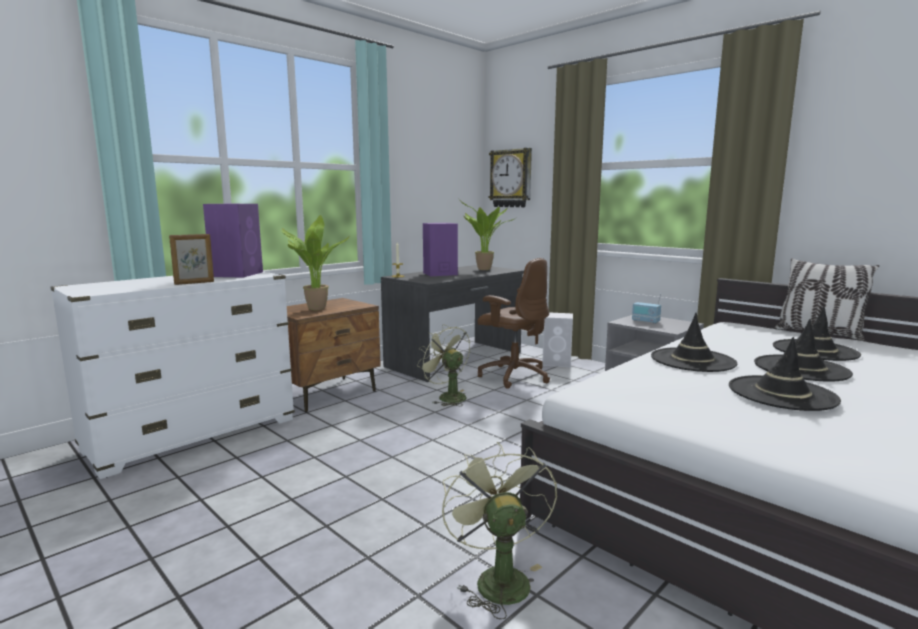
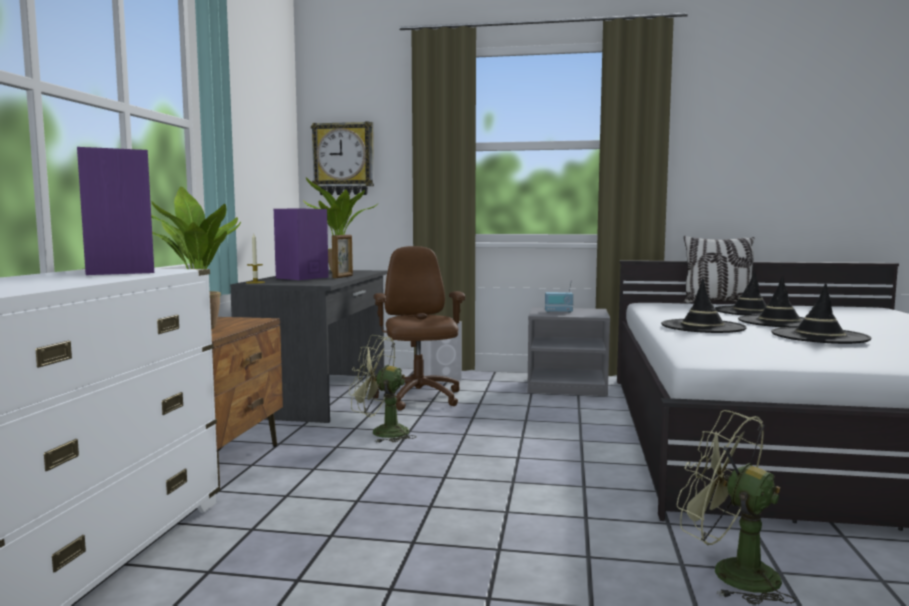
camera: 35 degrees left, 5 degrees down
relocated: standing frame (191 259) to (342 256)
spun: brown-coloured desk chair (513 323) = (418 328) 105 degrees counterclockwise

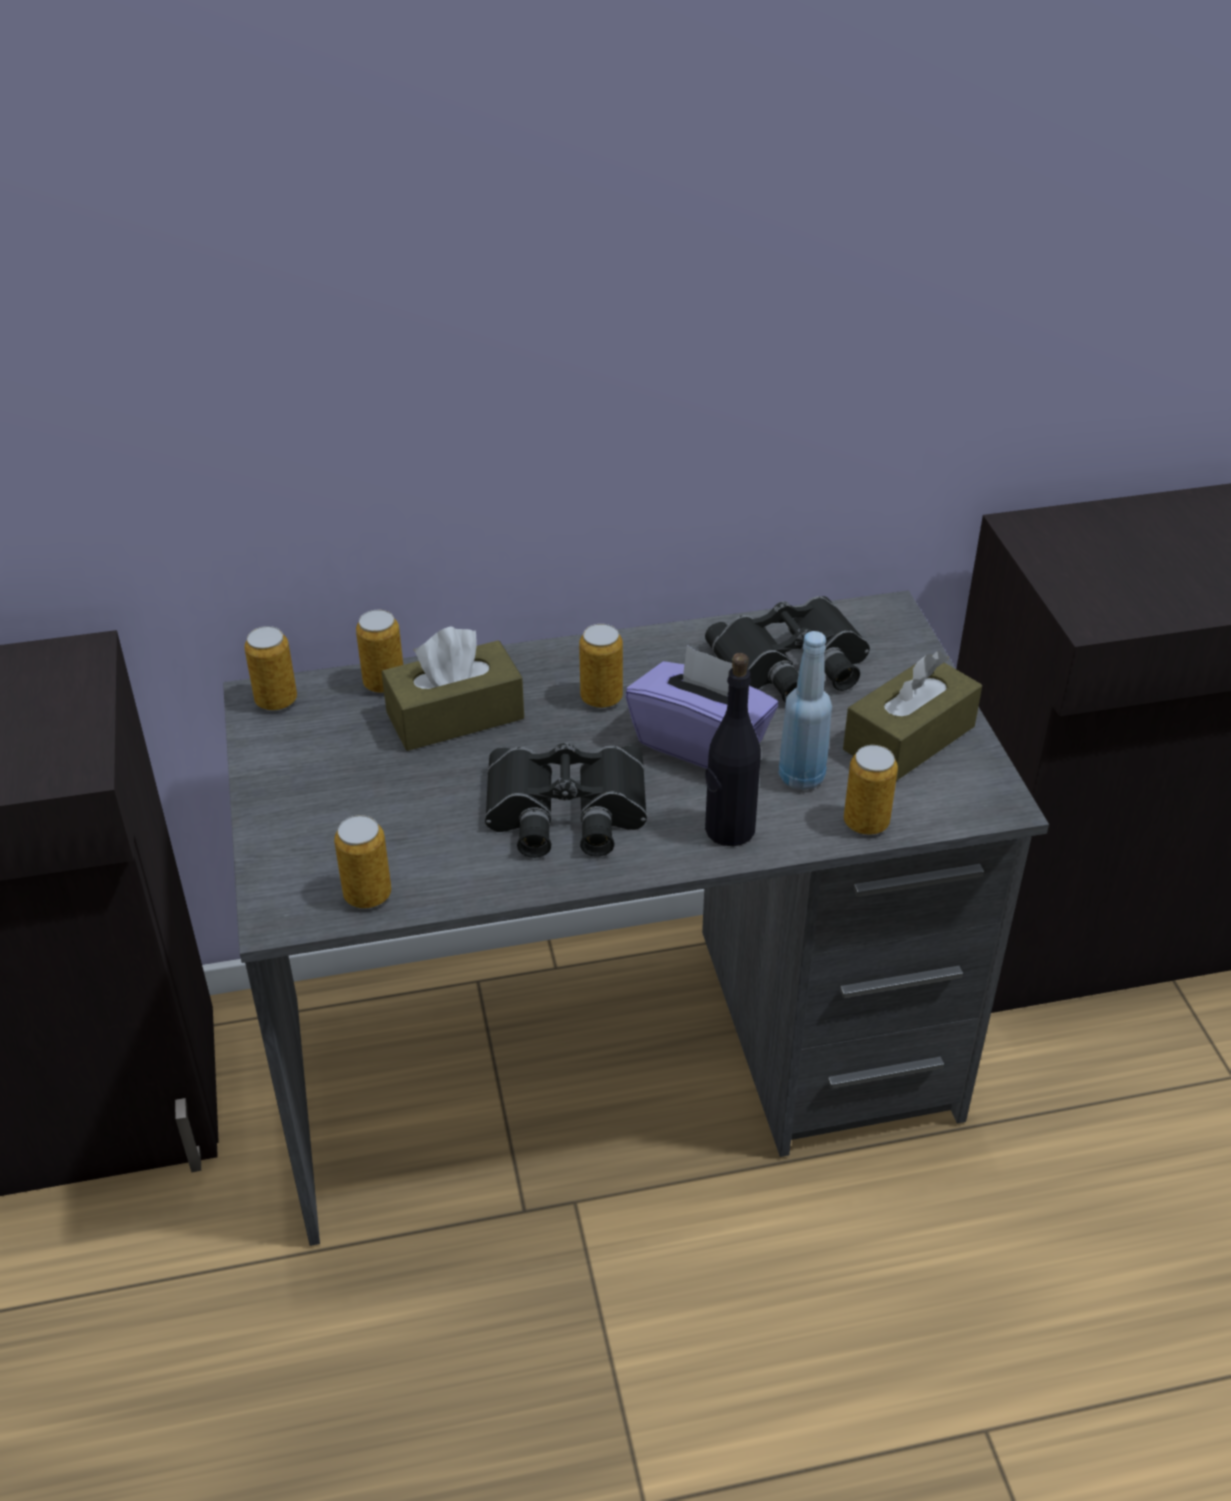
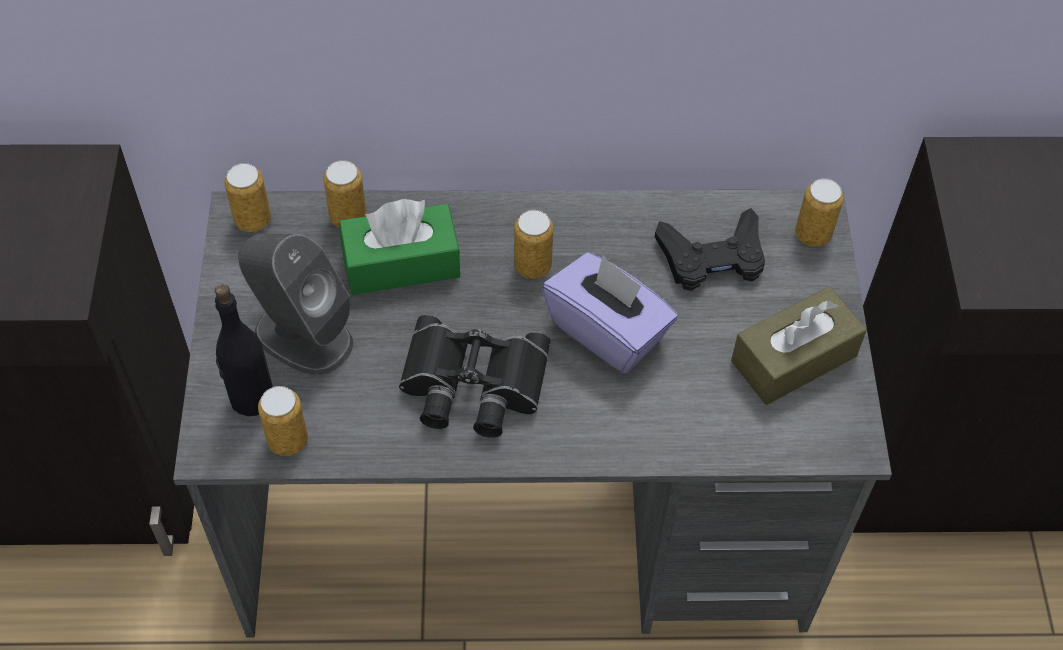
camera: 10 degrees right, 15 degrees up
missing: blue-coloured drink bottle (805 710)
appeared: grey audio speaker (296 304)
relocated: black-coloured drink bottle (733 749) to (244 350); sealed can (871 790) to (819 212)
exchanged: black-coloured field glasses (787 649) to black-coloured joypad (710 249)
colour: brown-coloured tissue holder (453 688) to greenish tissue holder (399 247)

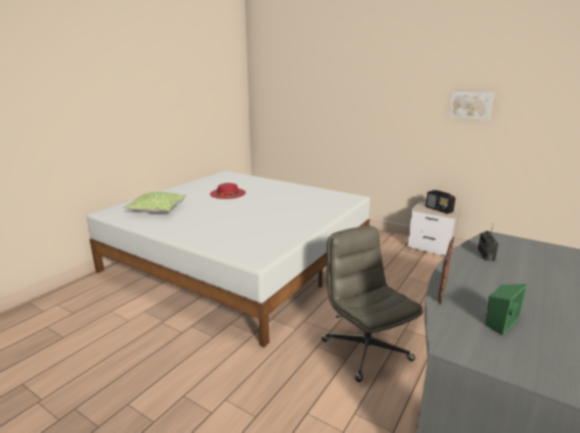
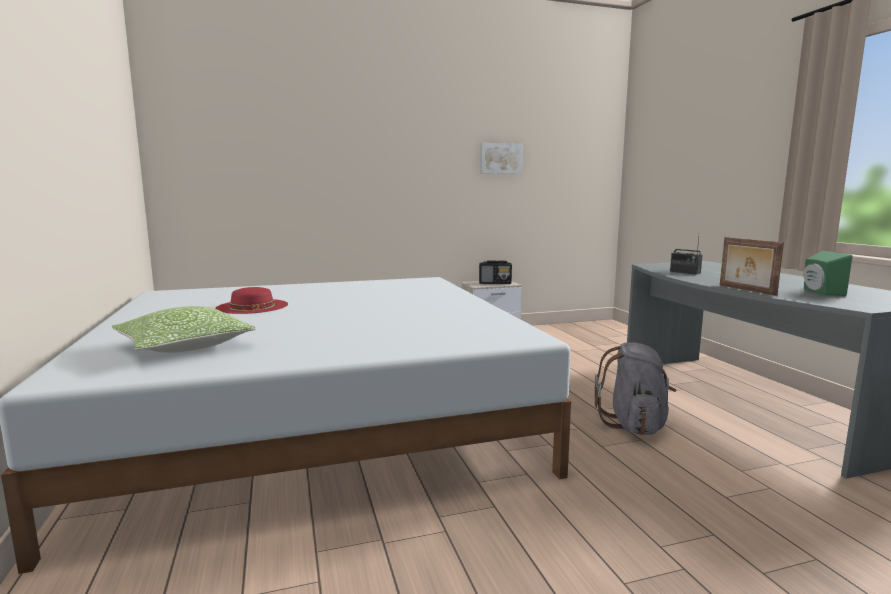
camera: 50 degrees left, 10 degrees down
exchanged: grey desk chair (372 304) to grey knapsack (636 388)

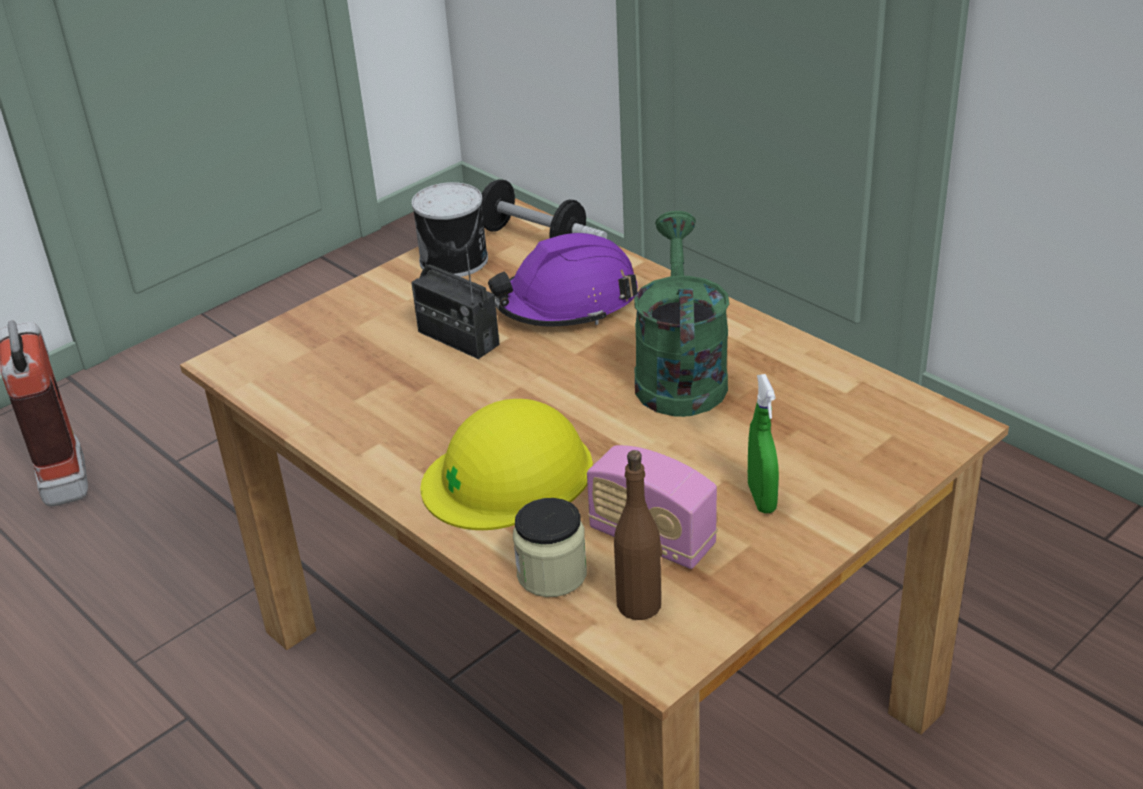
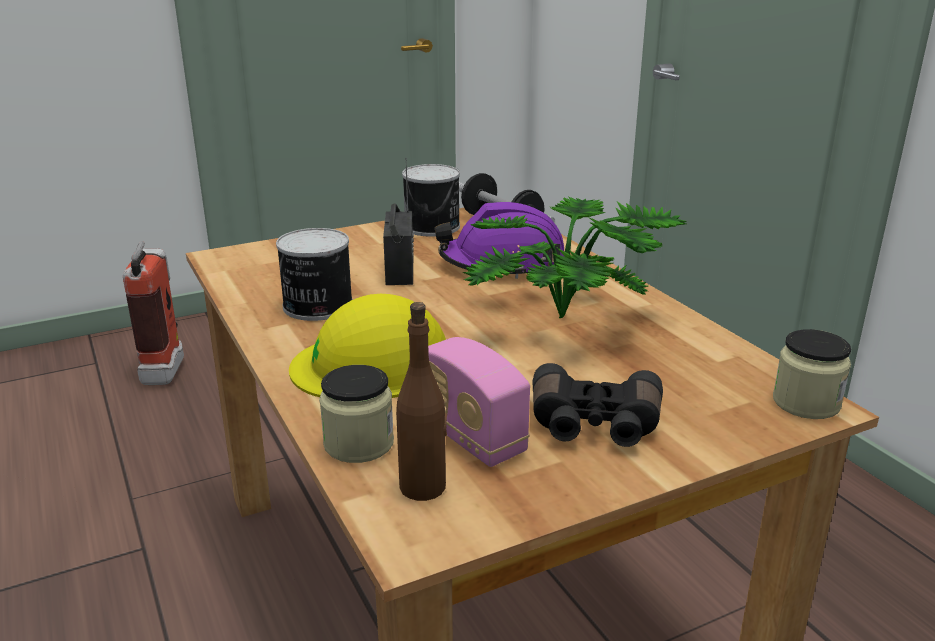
camera: 15 degrees right, 10 degrees down
appeared: sealed can (314 274); preserve jar (812 374)
exchanged: greenish sprinkling can (681 314) to potted plant (574 257); greenish hand sprayer (763 443) to black-coloured field glasses (597 405)
spun: radio set (455 301) = (398 221) 150 degrees counterclockwise

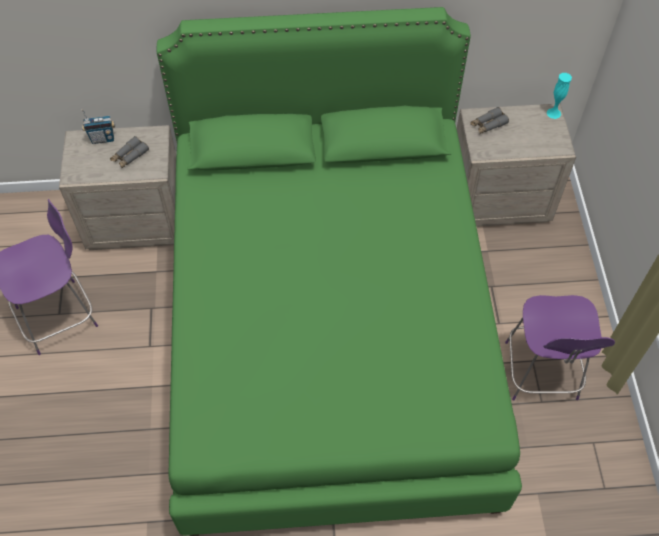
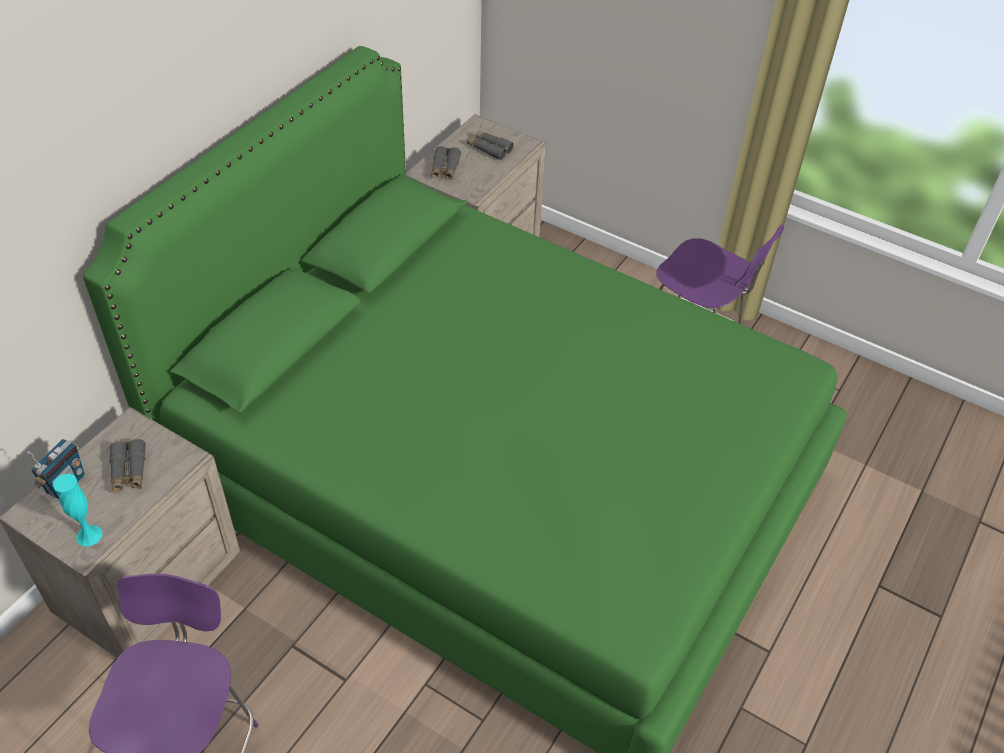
camera: 55 degrees left, 10 degrees down
appeared: grey field glasses (490 145)
relocated: turquoise-coloured flower vase (559 96) to (78 509)

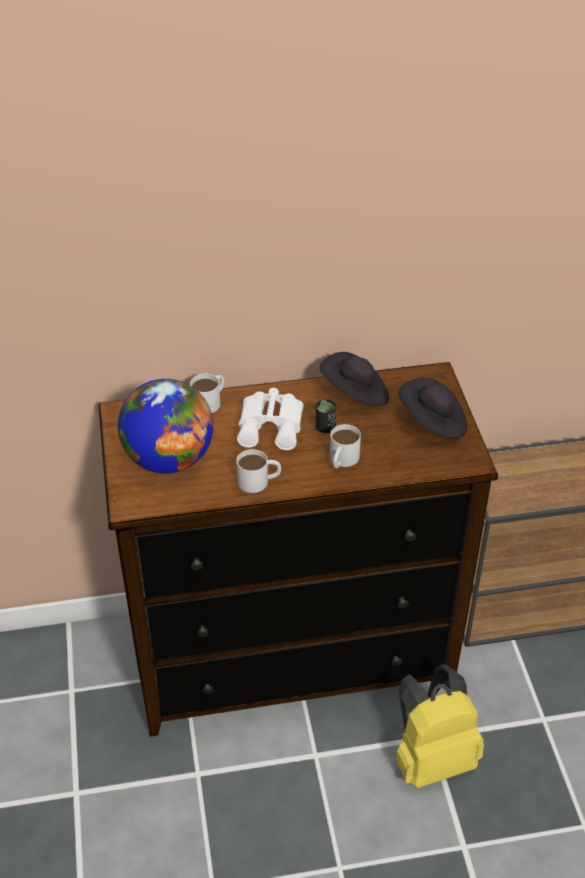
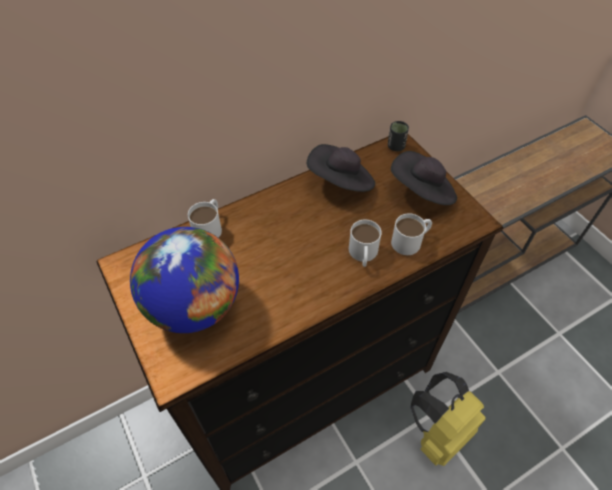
camera: 20 degrees left, 10 degrees up
missing: white-coloured field glasses (270 419)
relocated: black-coloured small cup (325 416) to (398 136); white-coloured coffee mug (258 471) to (411 234)

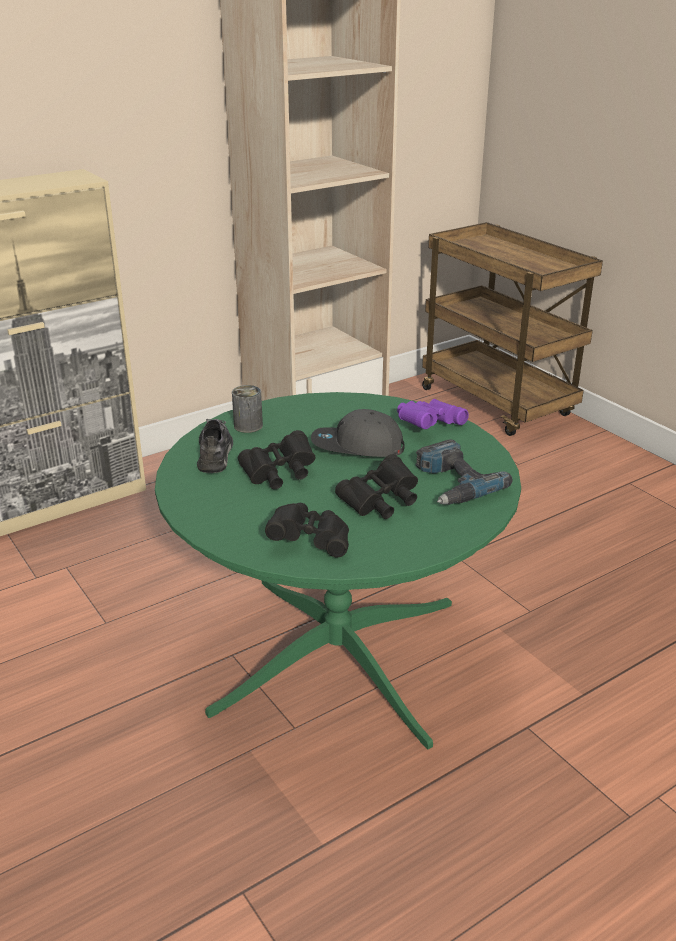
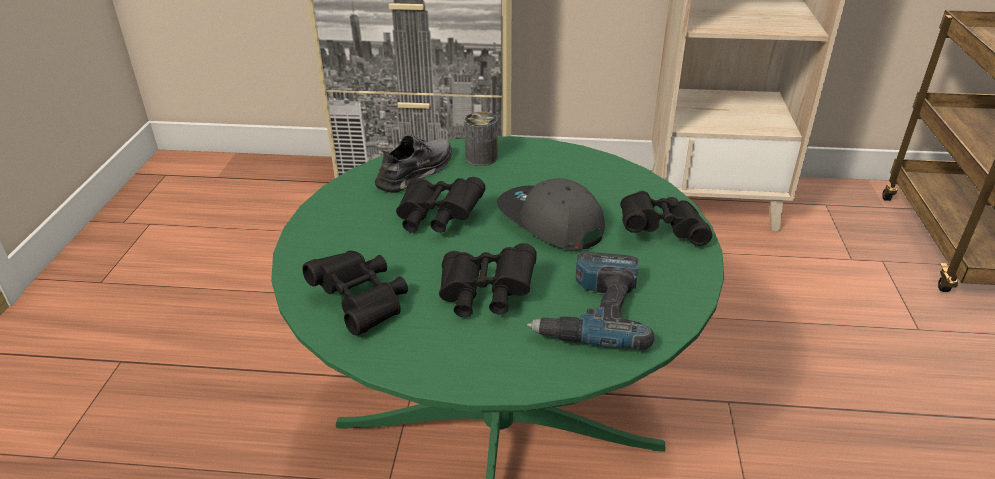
camera: 40 degrees right, 5 degrees up
colour: purple-coloured field glasses (433 414) to black-coloured field glasses (666 218)

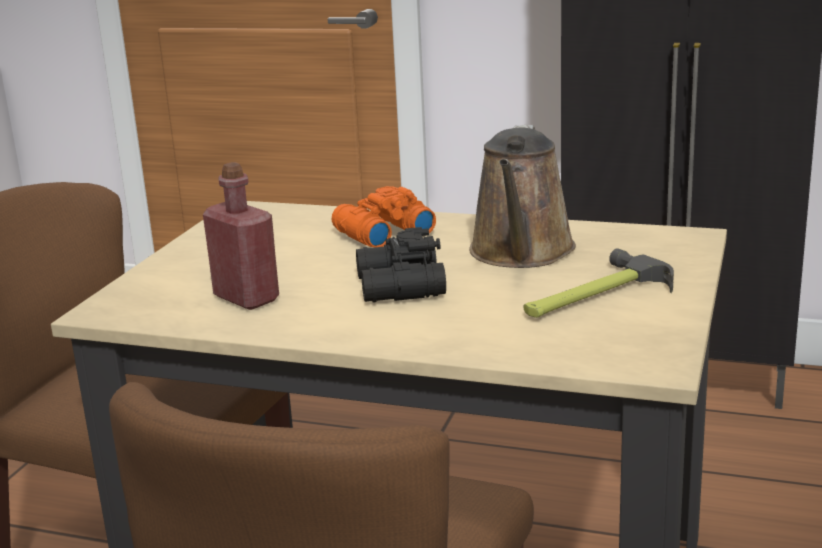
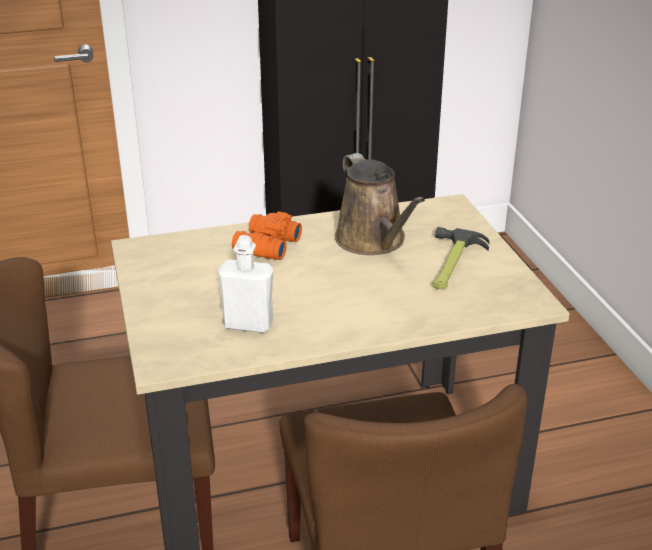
camera: 35 degrees left, 10 degrees up
missing: black-coloured field glasses (401 265)
colour: red-coloured drink bottle (241 236) to white-coloured drink bottle (245 284)

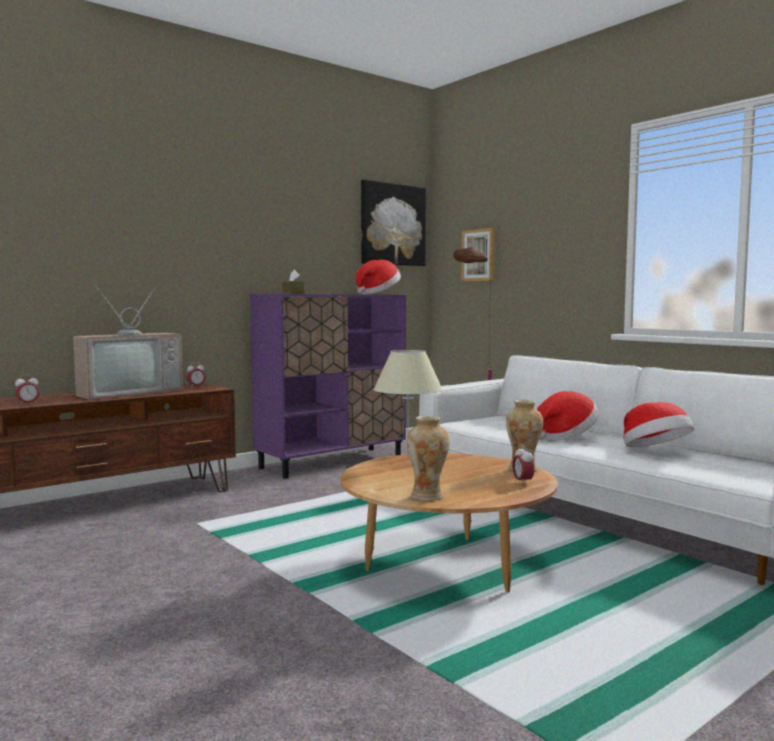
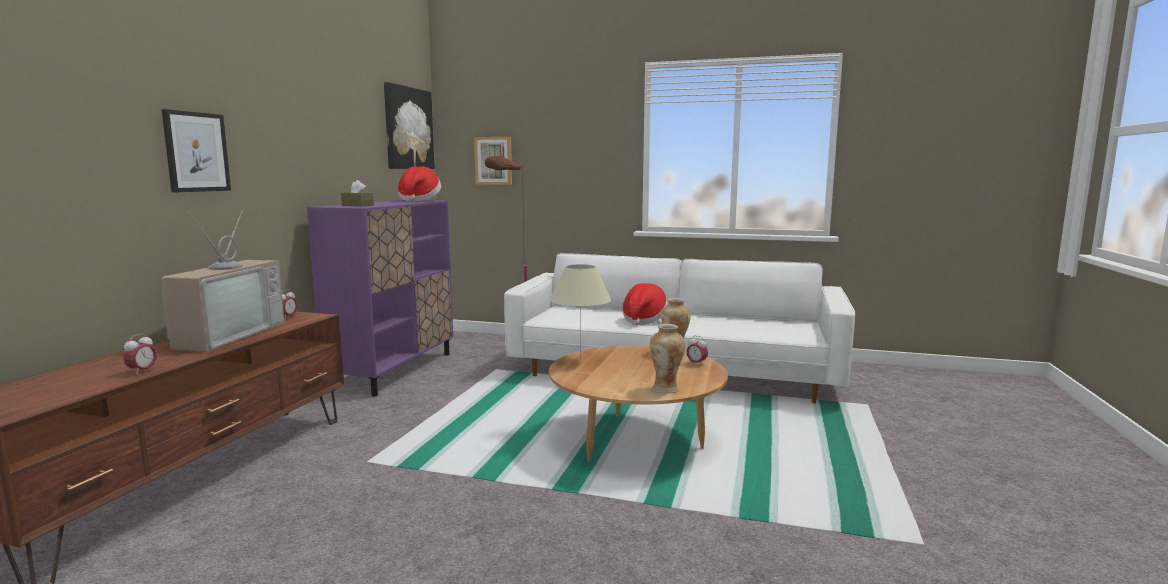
camera: 35 degrees left, 5 degrees up
missing: wearable hat (659 424)
appeared: wall art (196 151)

